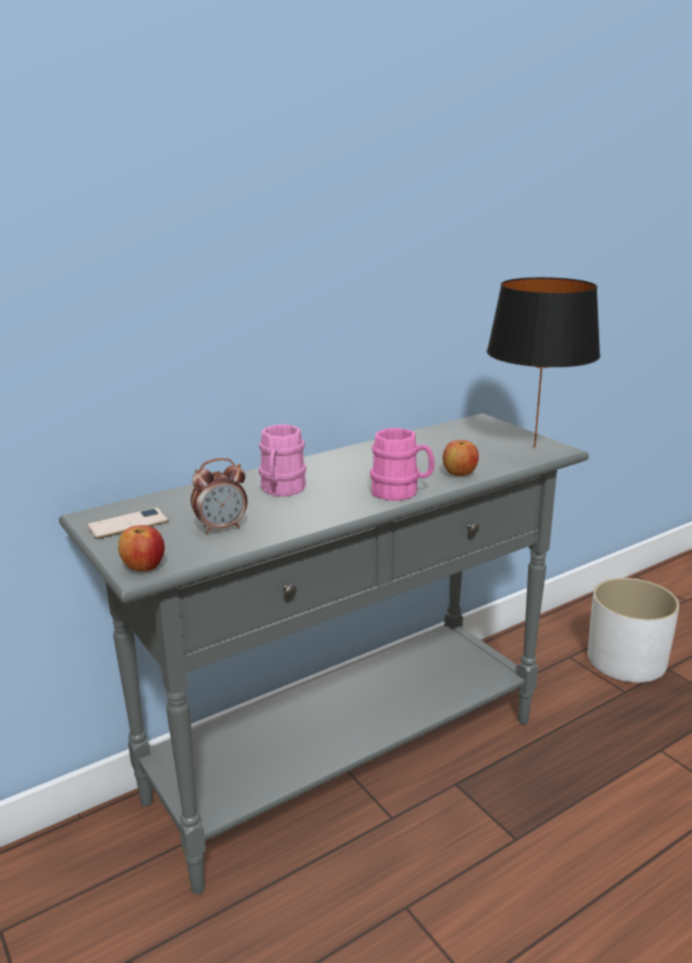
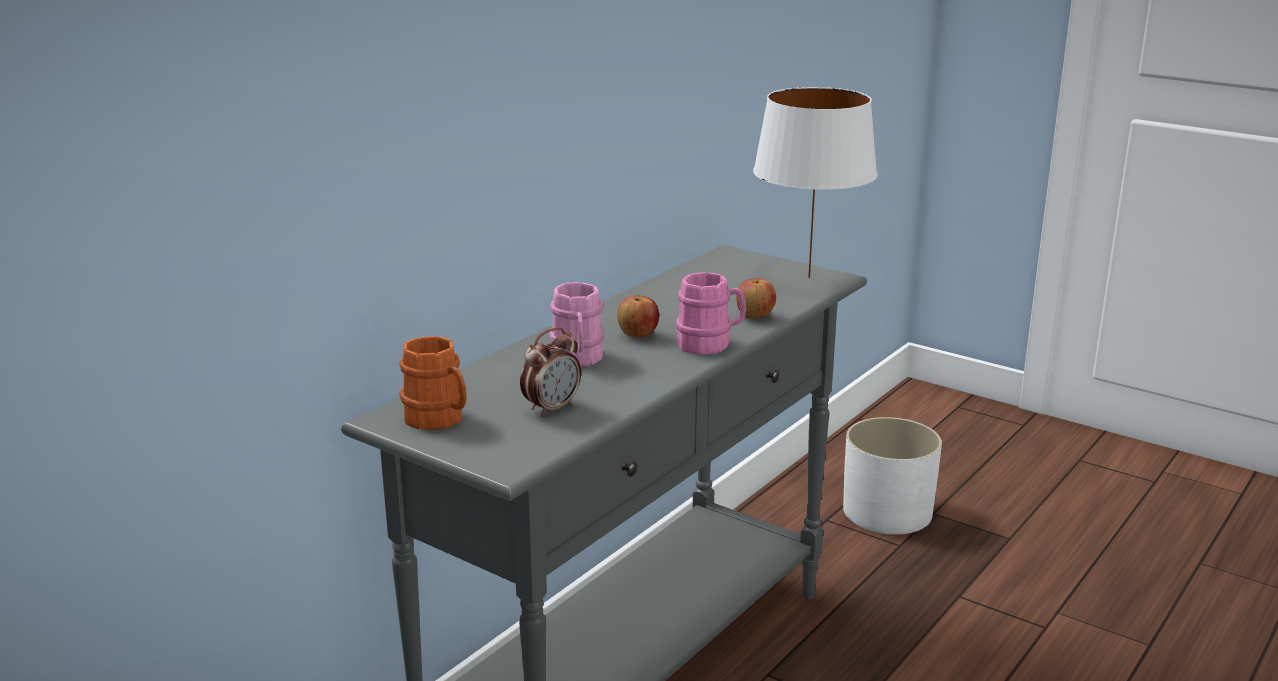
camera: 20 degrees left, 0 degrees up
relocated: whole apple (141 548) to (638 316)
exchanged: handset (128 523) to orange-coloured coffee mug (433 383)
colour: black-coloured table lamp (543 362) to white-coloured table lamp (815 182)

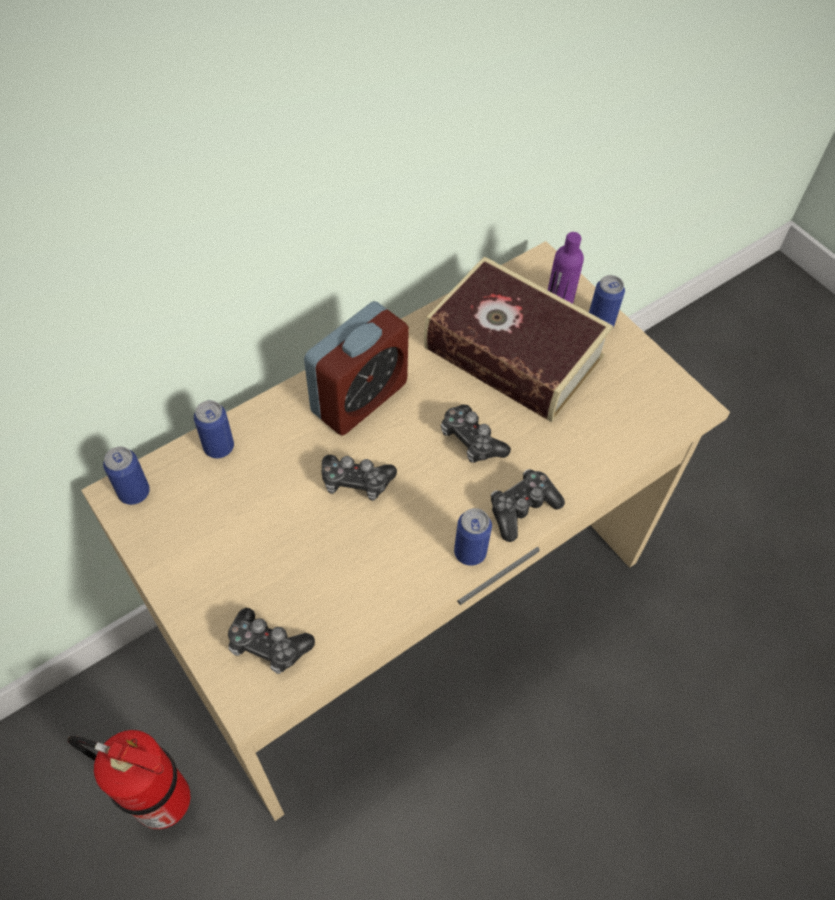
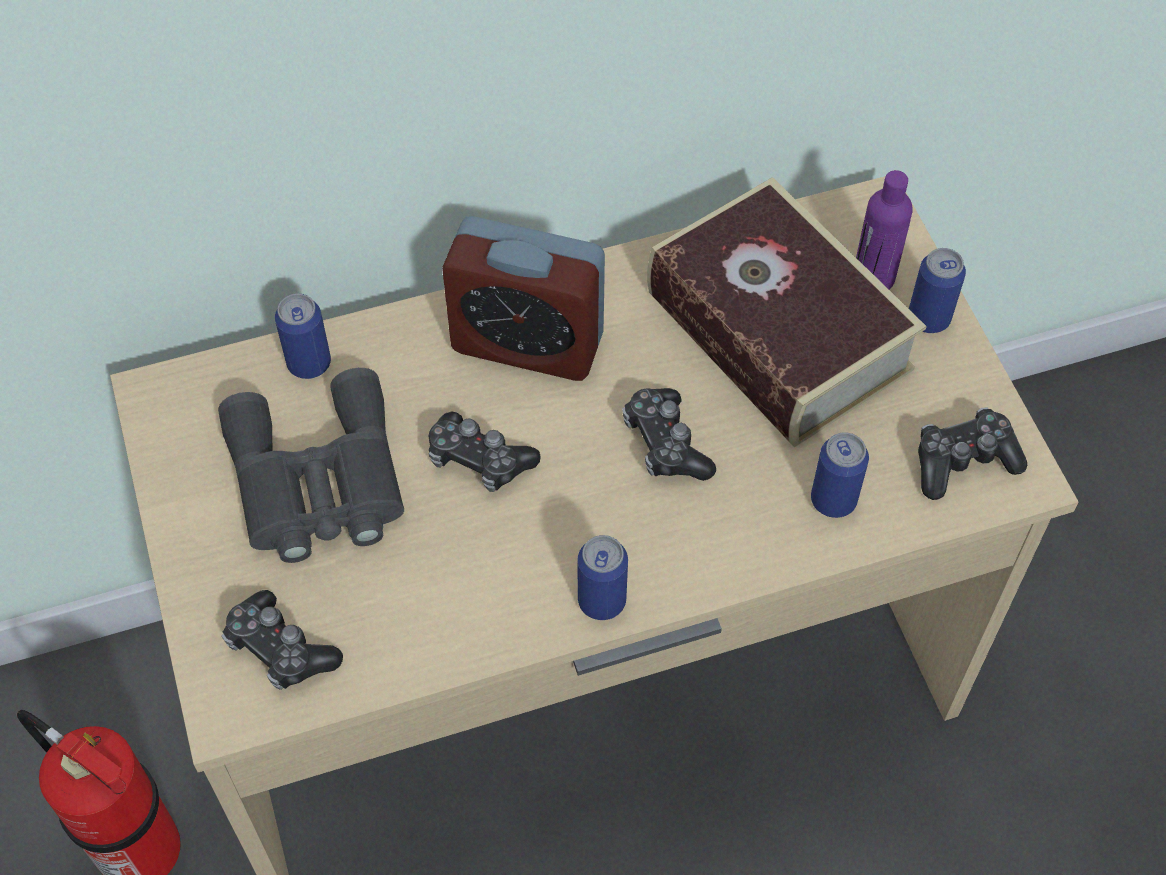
camera: 20 degrees right, 0 degrees up
appeared: grey field glasses (311 465)
relocated: sealed can (126 476) to (840 475); joypad (528 505) to (972 453)
spun: table clock (356 368) = (523 298) 45 degrees clockwise

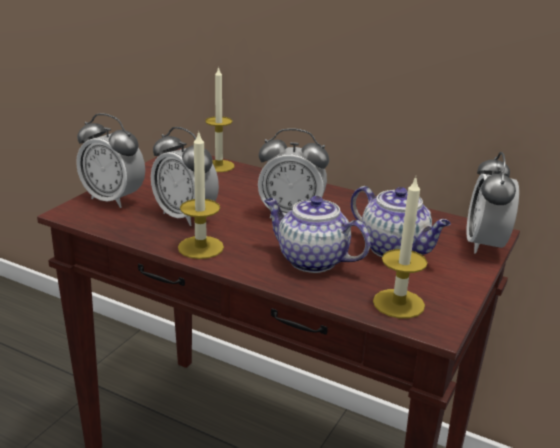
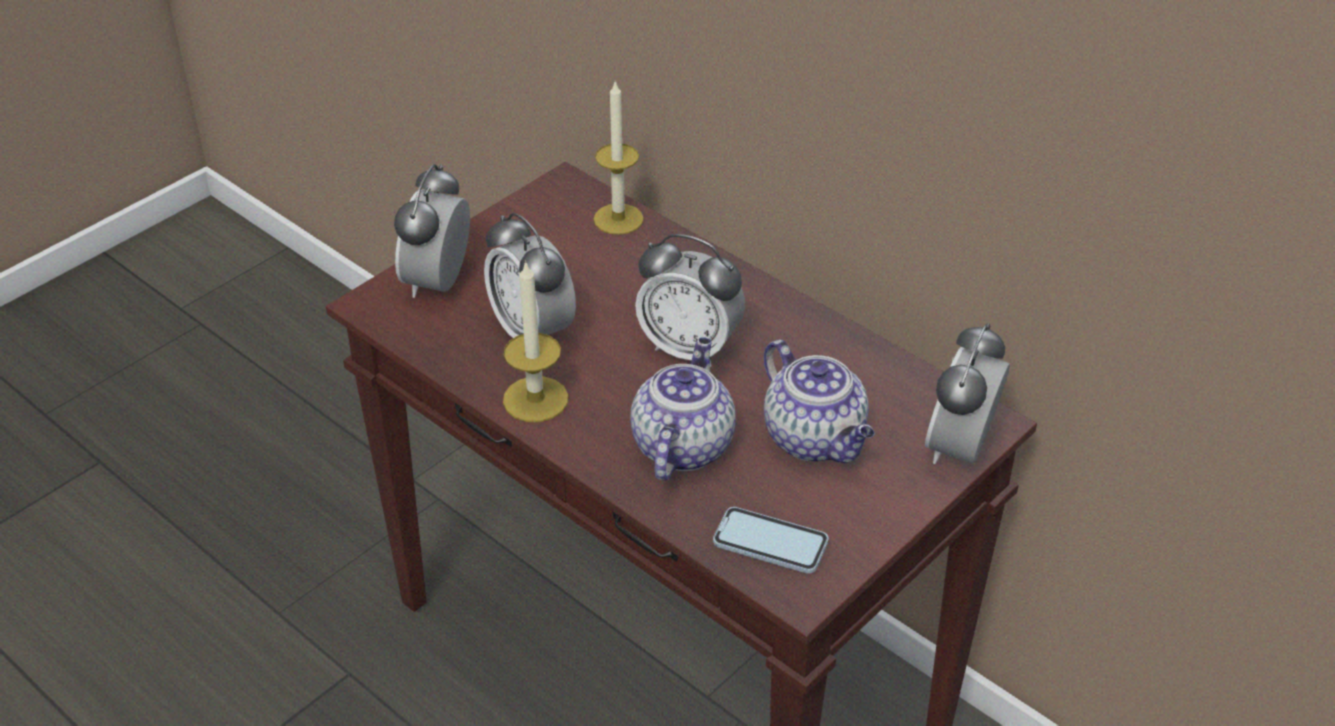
camera: 15 degrees right, 15 degrees up
exchanged: wax light (400 247) to handset (770 540)
spun: table clock (110 160) = (432 231) 60 degrees clockwise; tea pot (317 234) = (683 409) 60 degrees clockwise

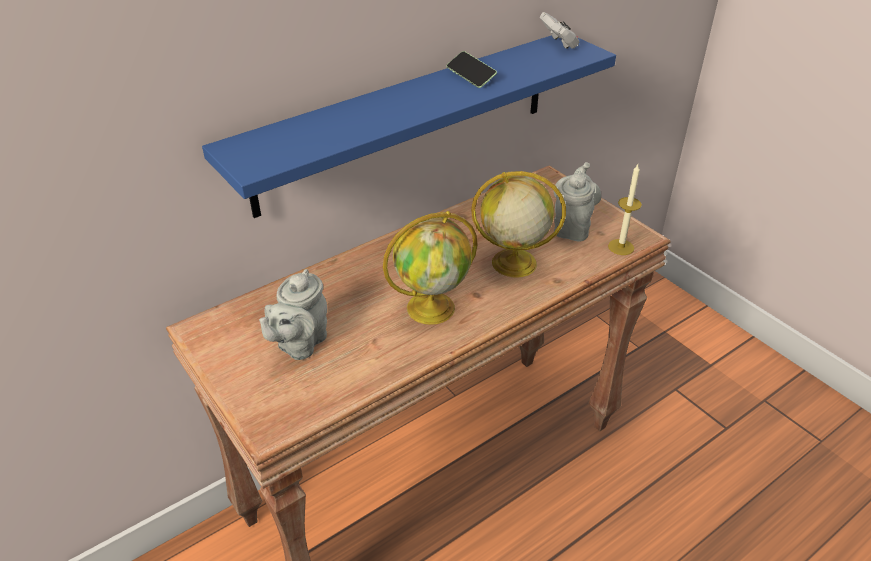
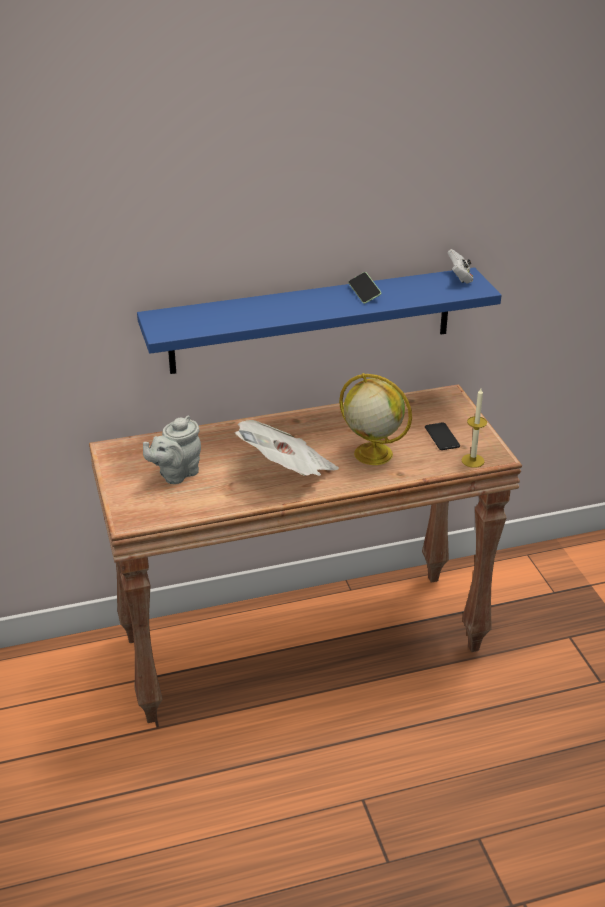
camera: 20 degrees right, 5 degrees down
exchanged: grey tea pot (577 201) to handset (442 436); desk globe (430 268) to printed paper (287 448)

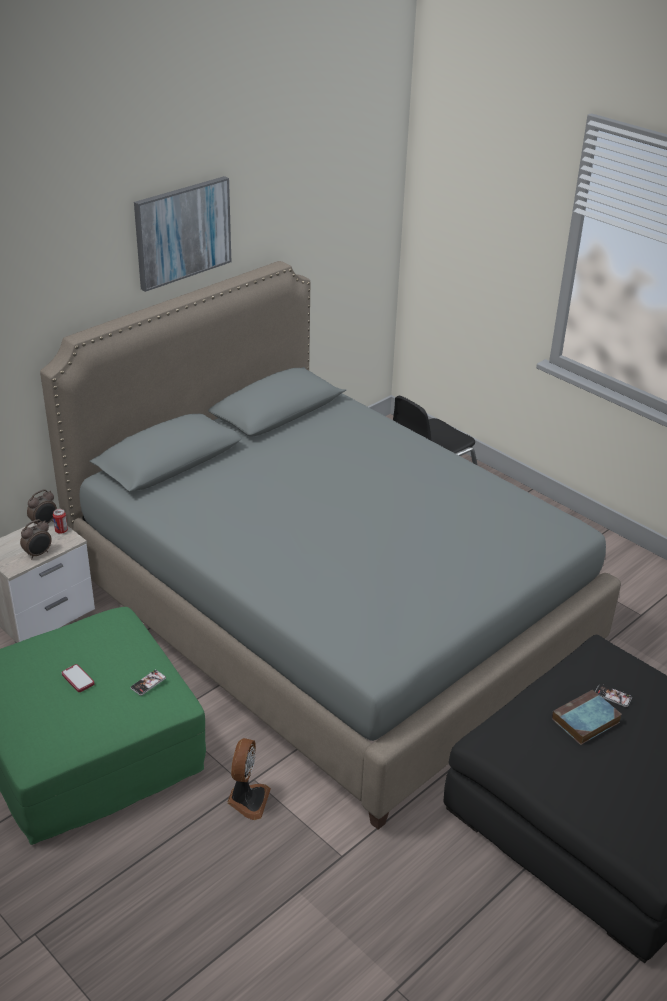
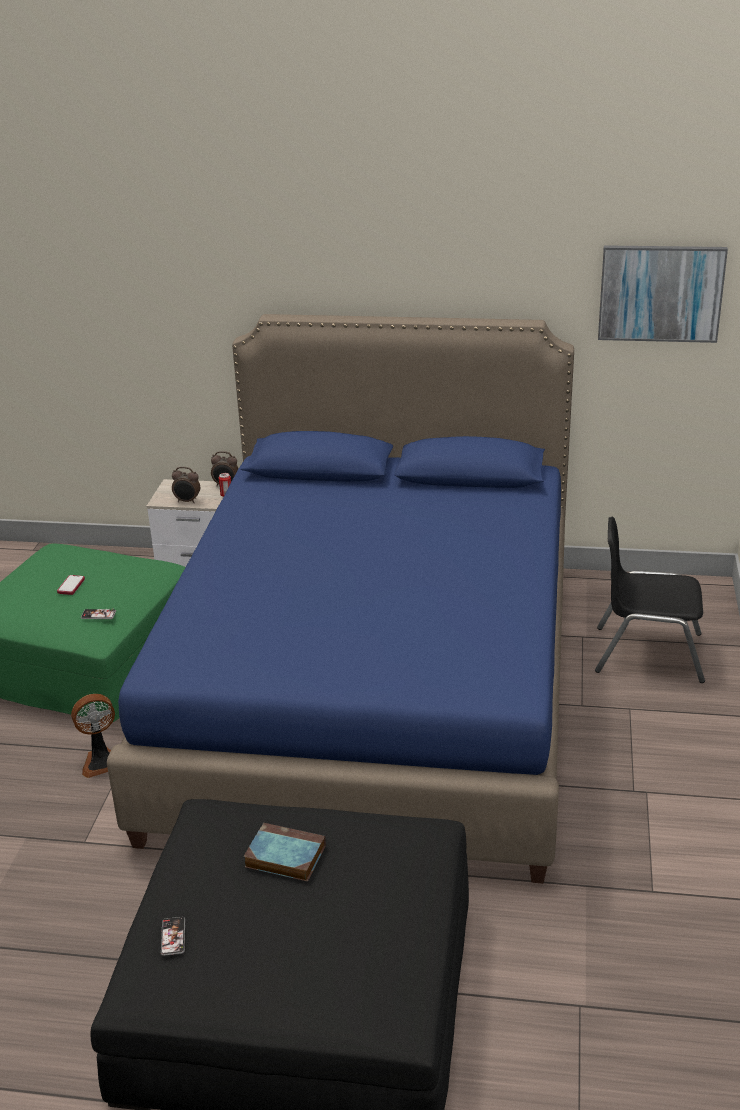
camera: 55 degrees right, 5 degrees down
relocated: wall art (182 234) to (663 294); handset (613 695) to (173 936)
colour: grey bedroom bed (330 545) to blue-coloured bedroom bed (340 598)

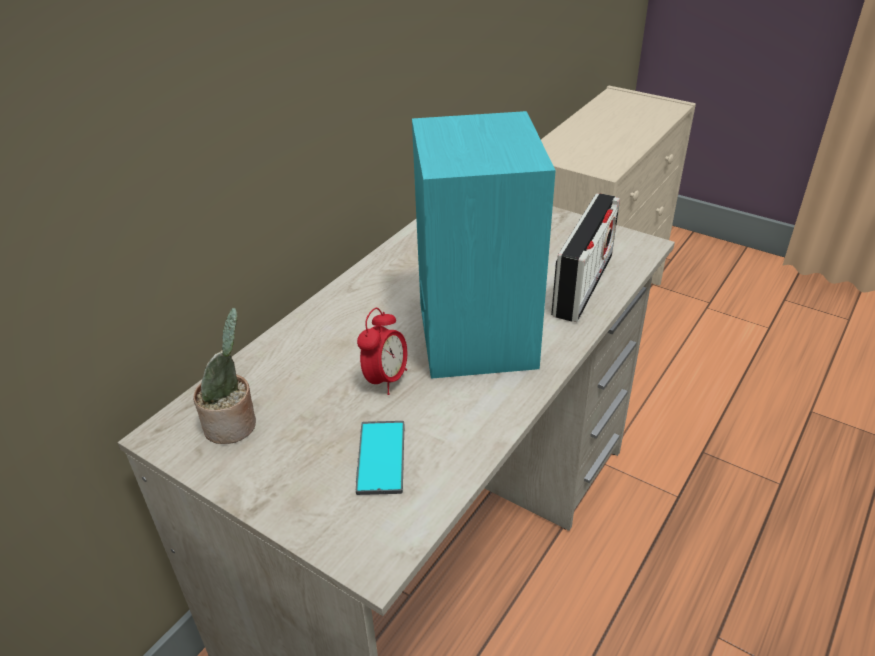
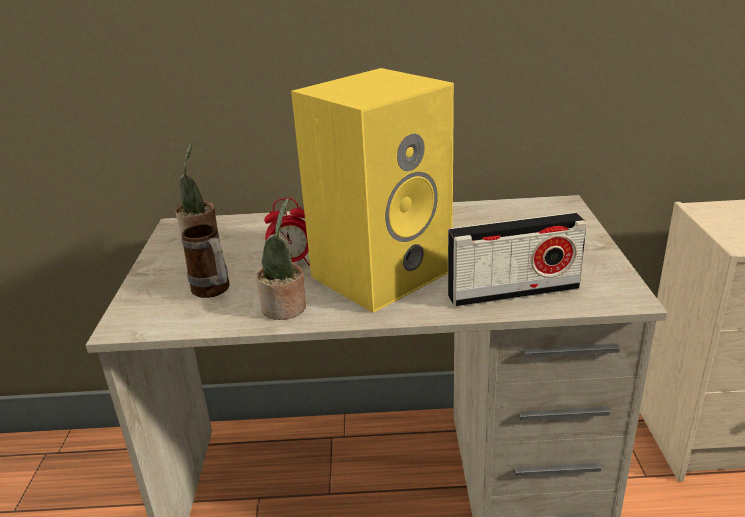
camera: 55 degrees right, 10 degrees down
appeared: potted plant (281 259)
exchanged: handset (380 458) to coffee mug (206 261)
colour: turquoise-coloured audio speaker (484 245) to yellow audio speaker (372 190)

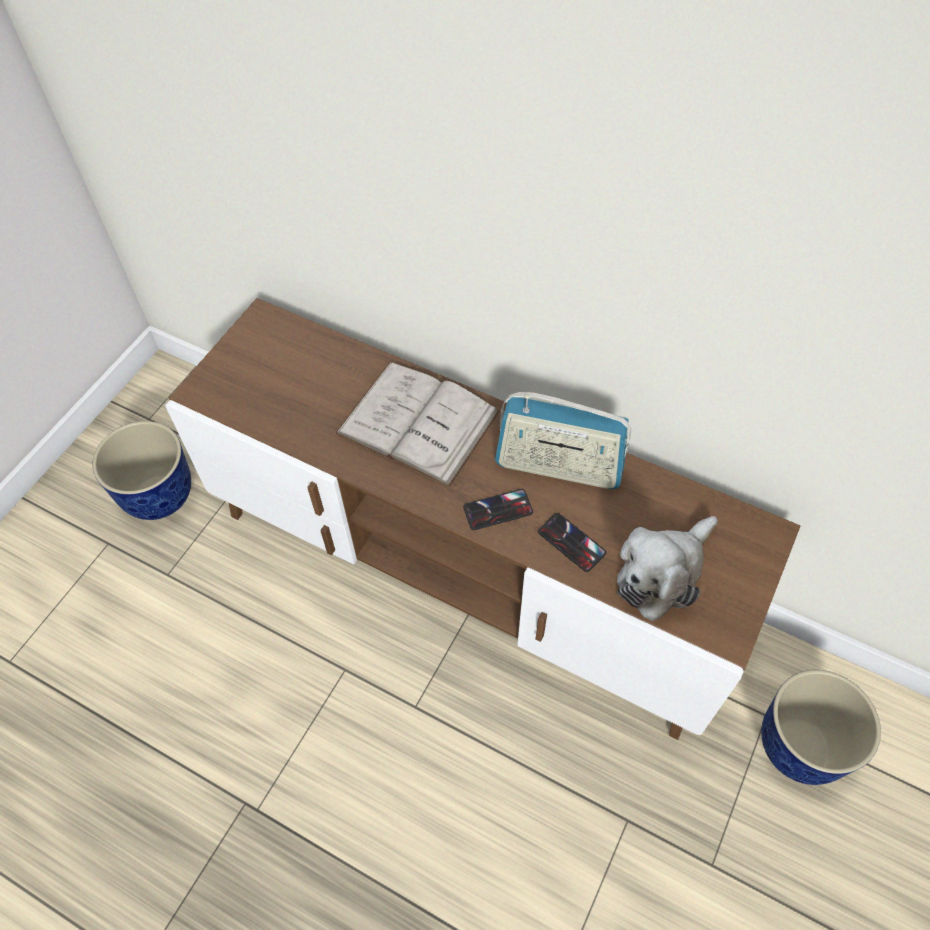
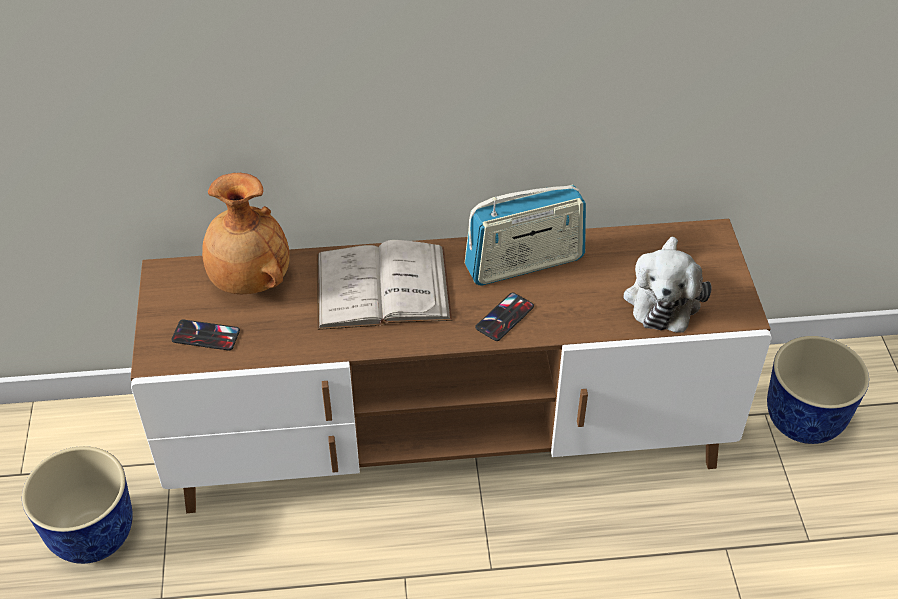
camera: 35 degrees left, 10 degrees down
appeared: brown-coloured flower vase (246 233)
relocated: handset (572 542) to (205 335)

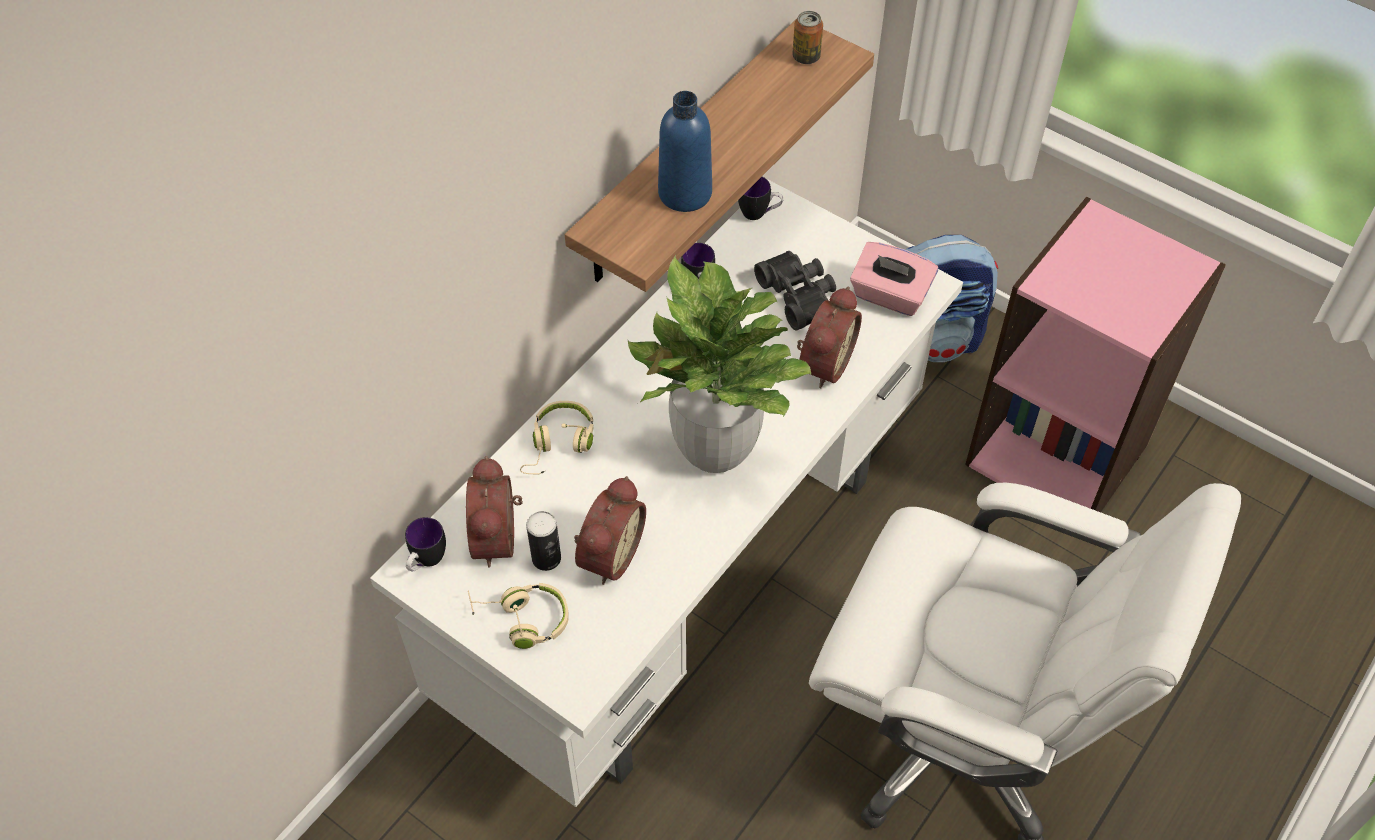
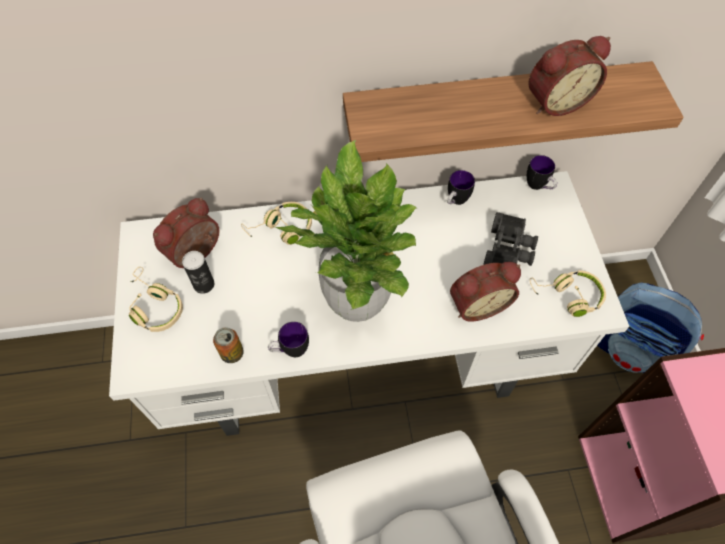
camera: 45 degrees right, 5 degrees up
missing: blue-coloured drink bottle (685 151)
relocated: sealed can (808 37) to (228 345); table clock (610 530) to (569 76); coffee mug (425 544) to (288 339)
exchanged: pinkish tissue holder (894 279) to beige-coloured headset (568 293)

